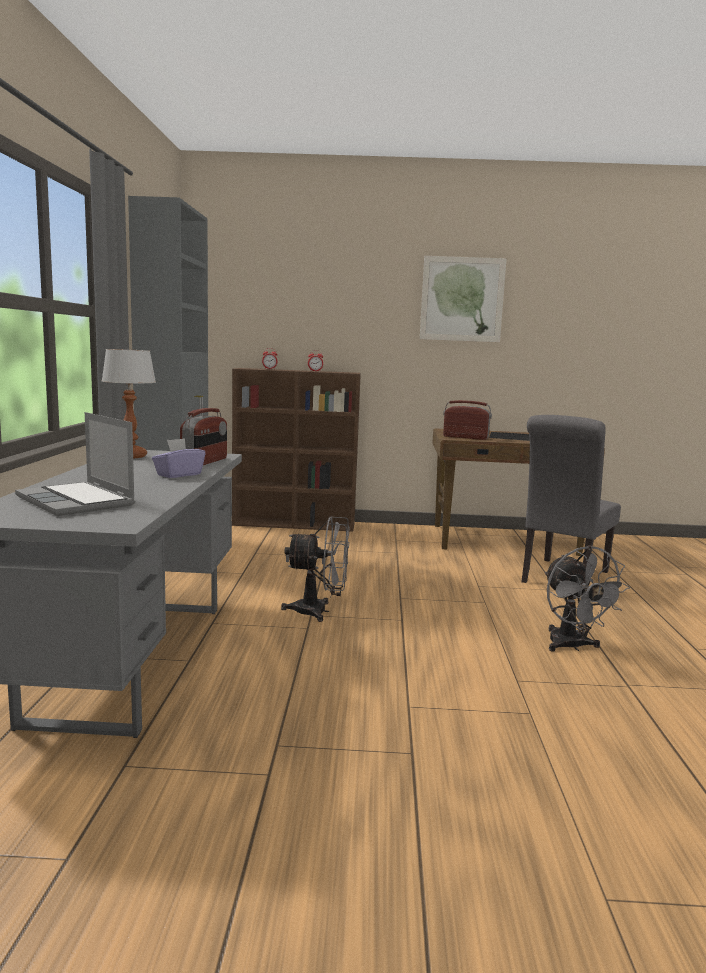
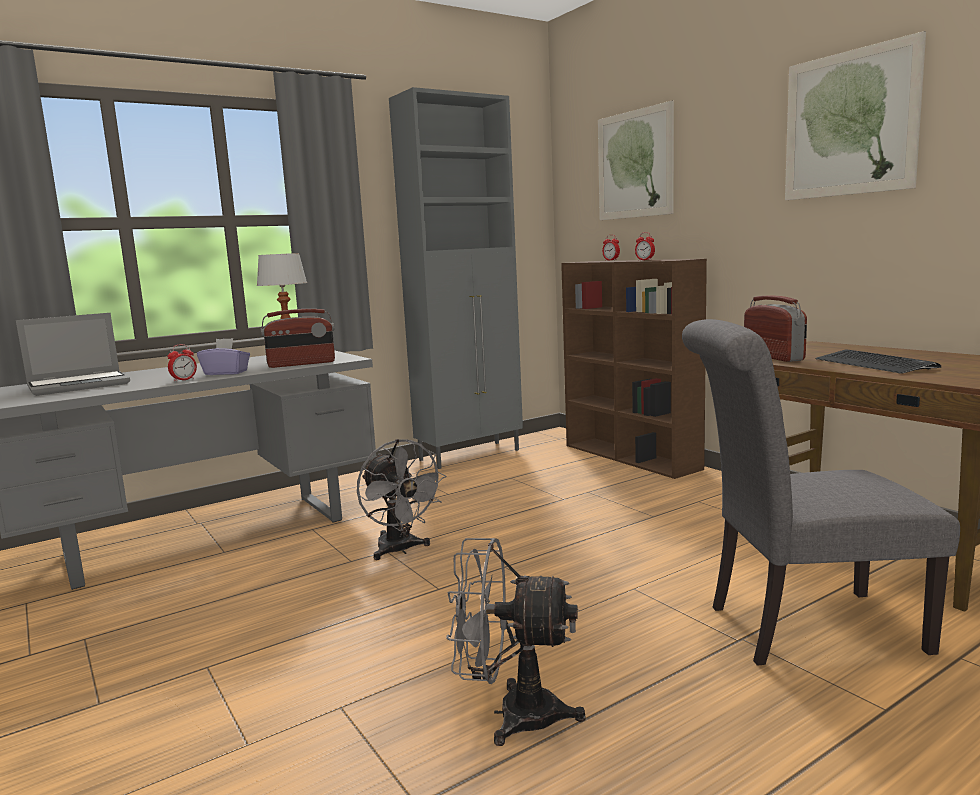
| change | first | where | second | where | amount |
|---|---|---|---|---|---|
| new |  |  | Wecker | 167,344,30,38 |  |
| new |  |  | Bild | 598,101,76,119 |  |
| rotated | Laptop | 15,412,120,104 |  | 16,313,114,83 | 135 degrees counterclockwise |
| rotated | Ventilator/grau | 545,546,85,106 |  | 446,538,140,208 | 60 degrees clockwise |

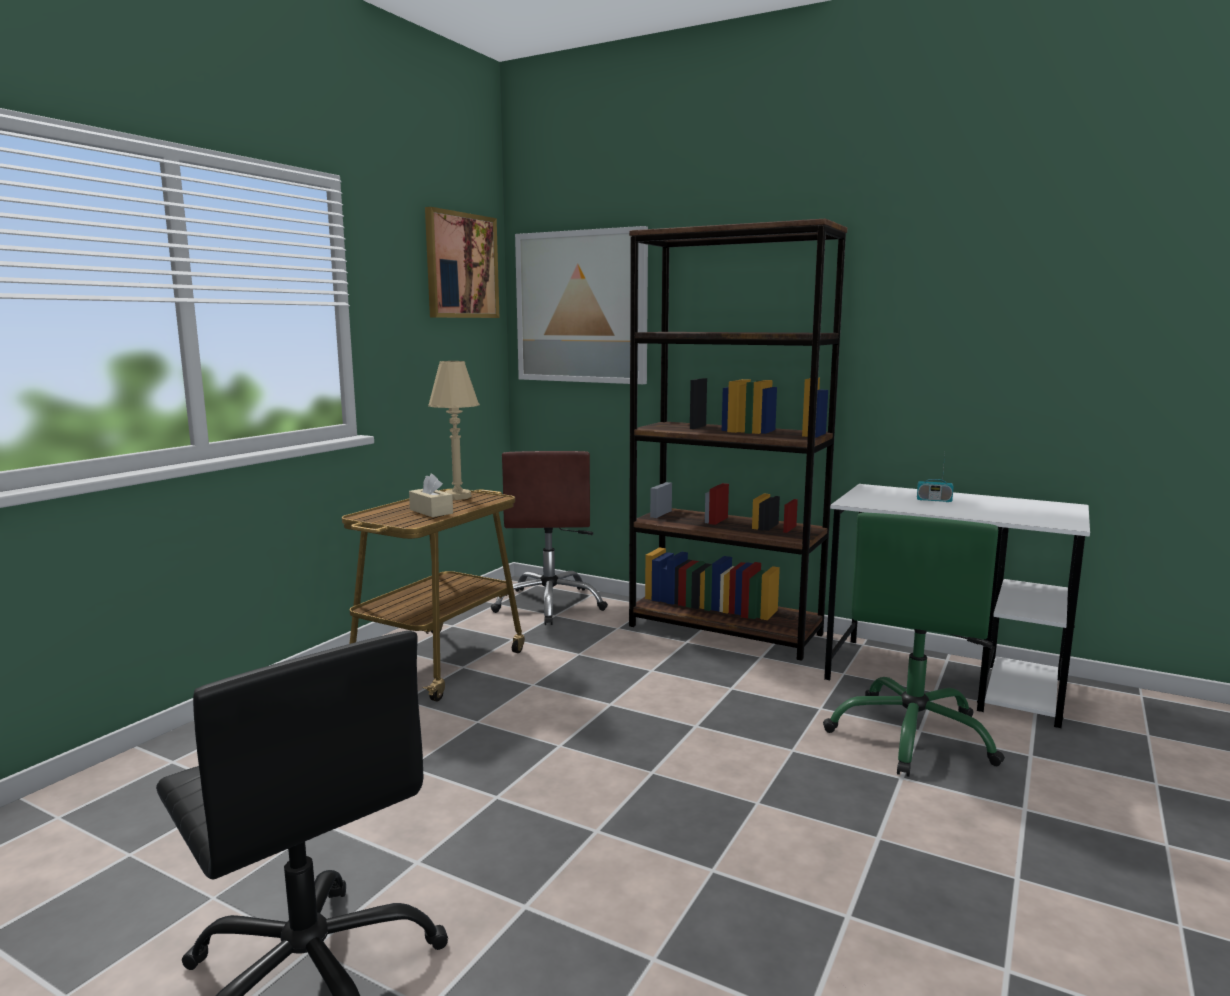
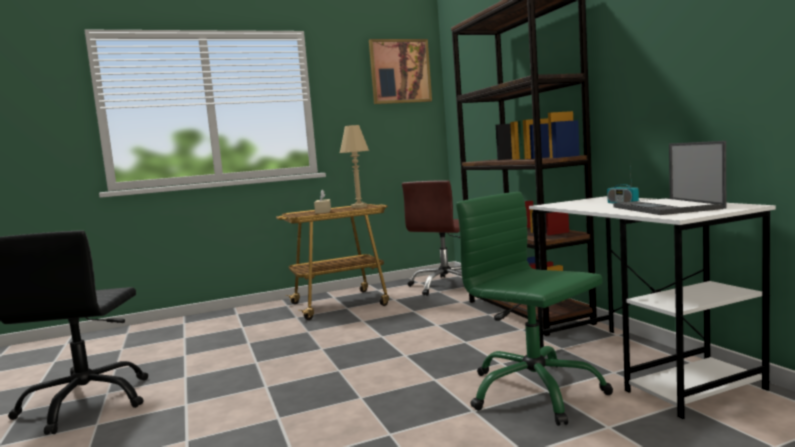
| change | first | where | second | where | amount |
|---|---|---|---|---|---|
| gone | Bild | 515,226,133,158 |  |  |  |
| new |  |  | Laptop | 613,141,113,74 |  |
| rotated | Bürostuhl/grün | 823,513,182,264 |  | 456,192,157,234 | 75 degrees clockwise |

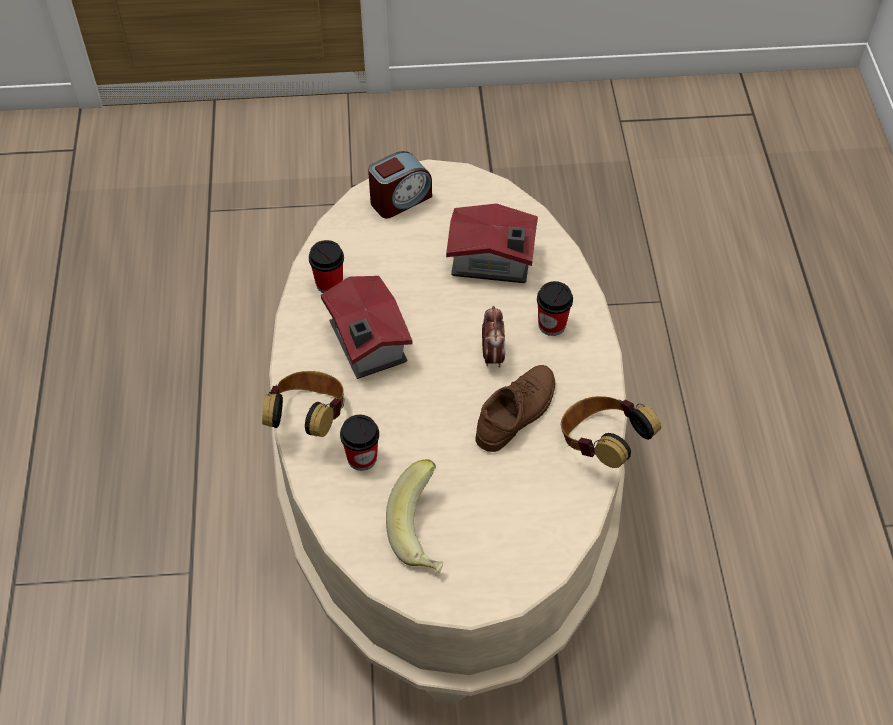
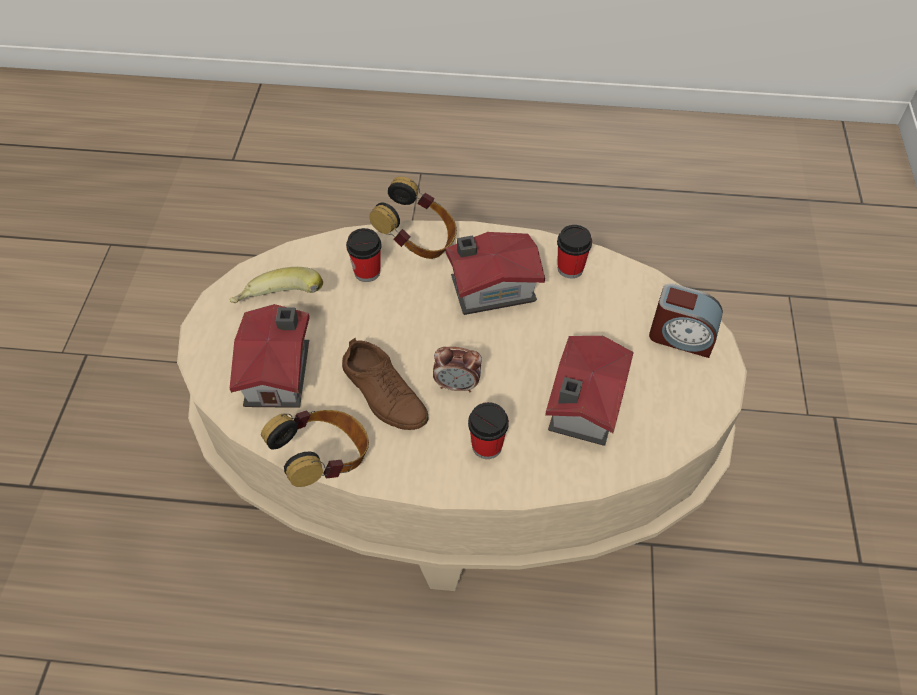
| change | first | where | second | where | amount |
|---|---|---|---|---|---|
| new |  |  | Spielzeughaus | 230,304,80,104 |  |
| rotated | Wecker | 368,151,64,67 |  | 649,283,74,75 | 45 degrees counterclockwise |

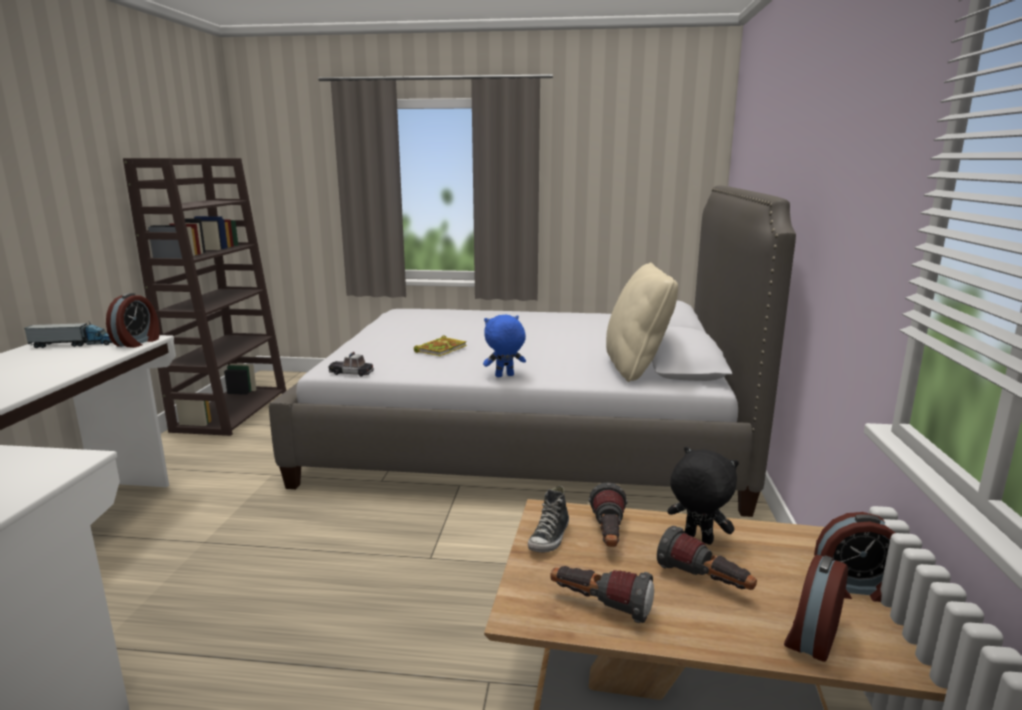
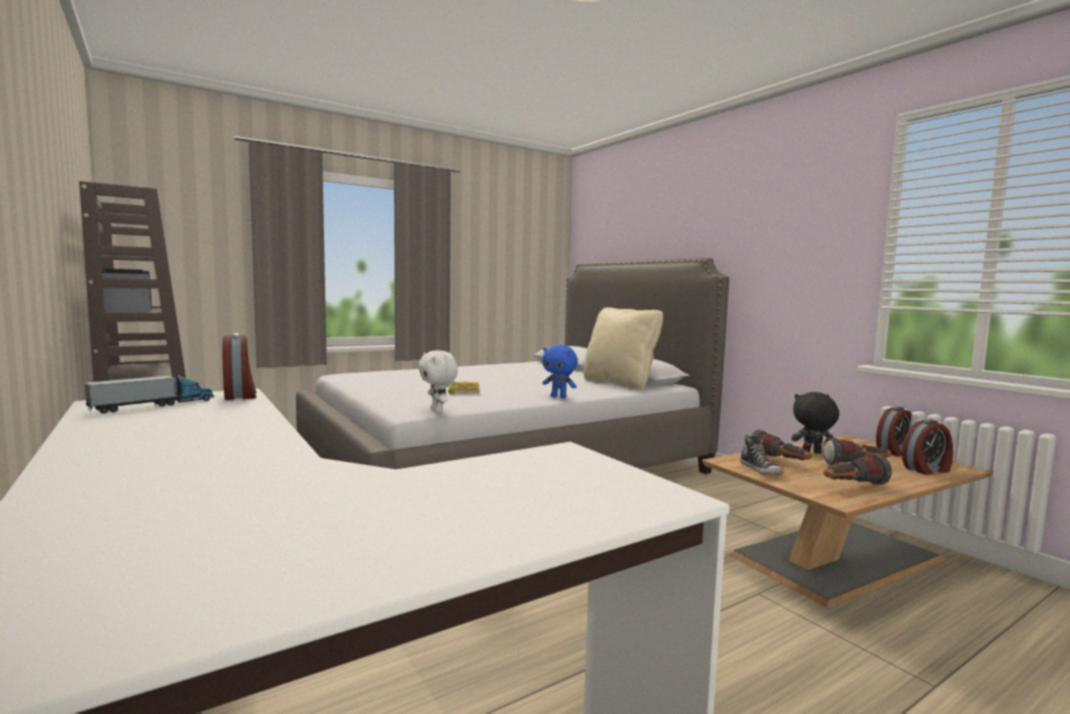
| change | first | where | second | where | amount |
|---|---|---|---|---|---|
| swapped | Spielzeugauto | 329,352,45,25 | Plüschtier/weiß | 418,350,40,63 |  |
| rotated | Plüschtier/blau | 483,314,43,63 |  | 542,345,36,53 | 90 degrees counterclockwise |
| rotated | Wecker | 784,555,64,107 |  | 902,420,51,55 | 105 degrees counterclockwise |

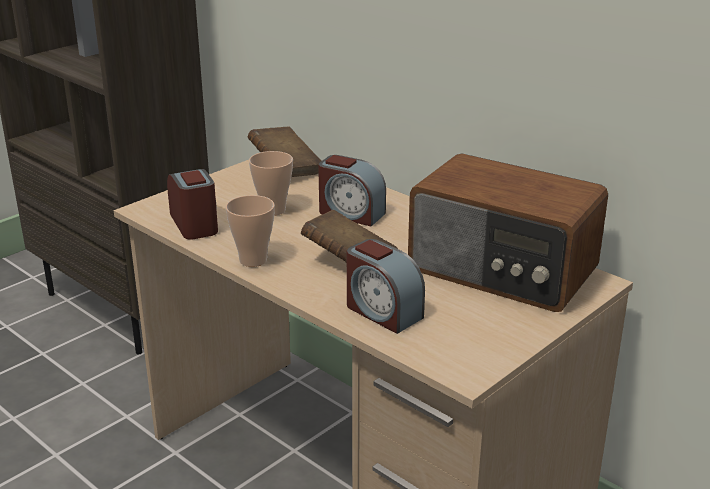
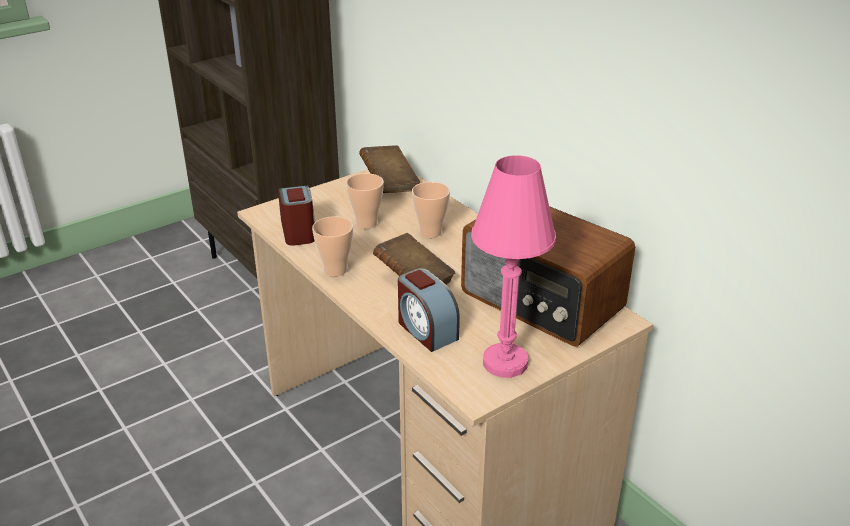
| change | first | where | second | where | amount |
|---|---|---|---|---|---|
| new |  |  | Tischlampe/rosa | 471,155,85,223 |  |
| swapped | Wecker | 318,155,68,71 | Tasse | 412,182,38,56 |  |

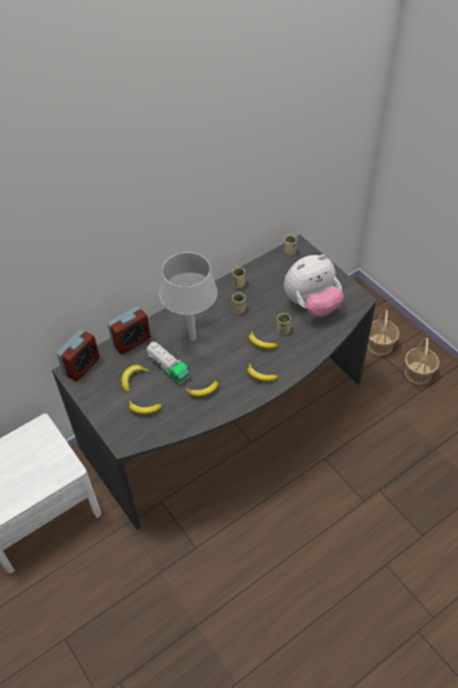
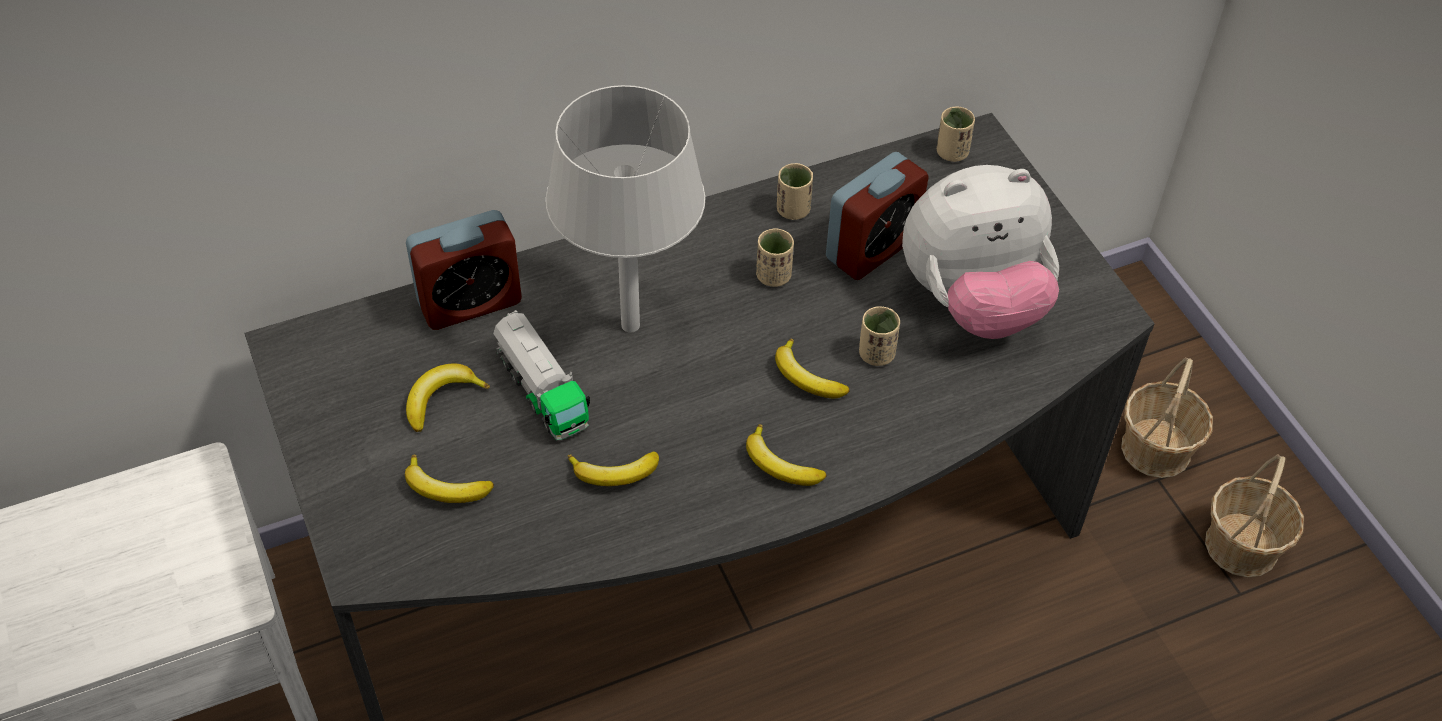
| change | first | where | second | where | amount |
|---|---|---|---|---|---|
| shifted | Wecker | 57,329,43,53 |  | 826,152,103,128 |  |

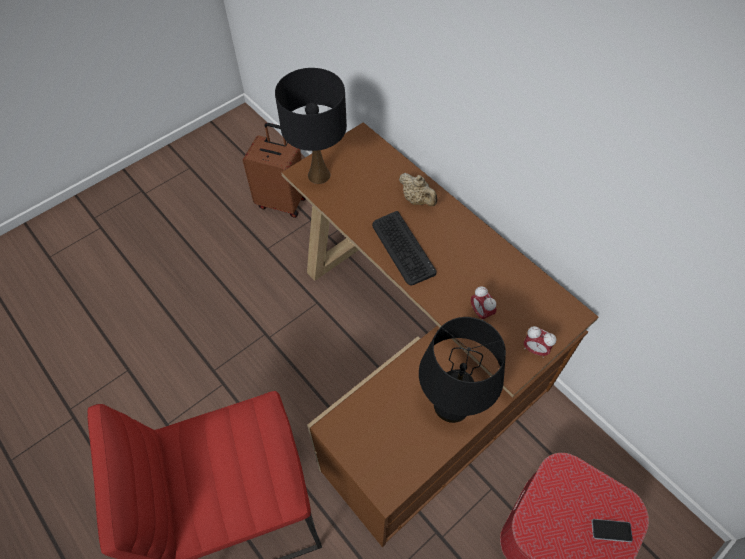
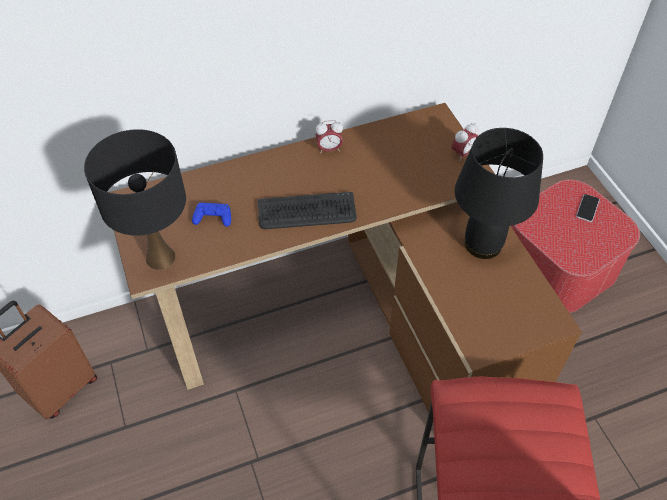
| change | first | where | second | where | amount |
|---|---|---|---|---|---|
| gone | Teekanne/beige | 399,173,38,33 |  |  |  |
| new |  |  | Gamepad/blau | 192,203,39,24 |  |
| shifted | Wecker | 471,286,25,34 |  | 315,120,28,34 |  |

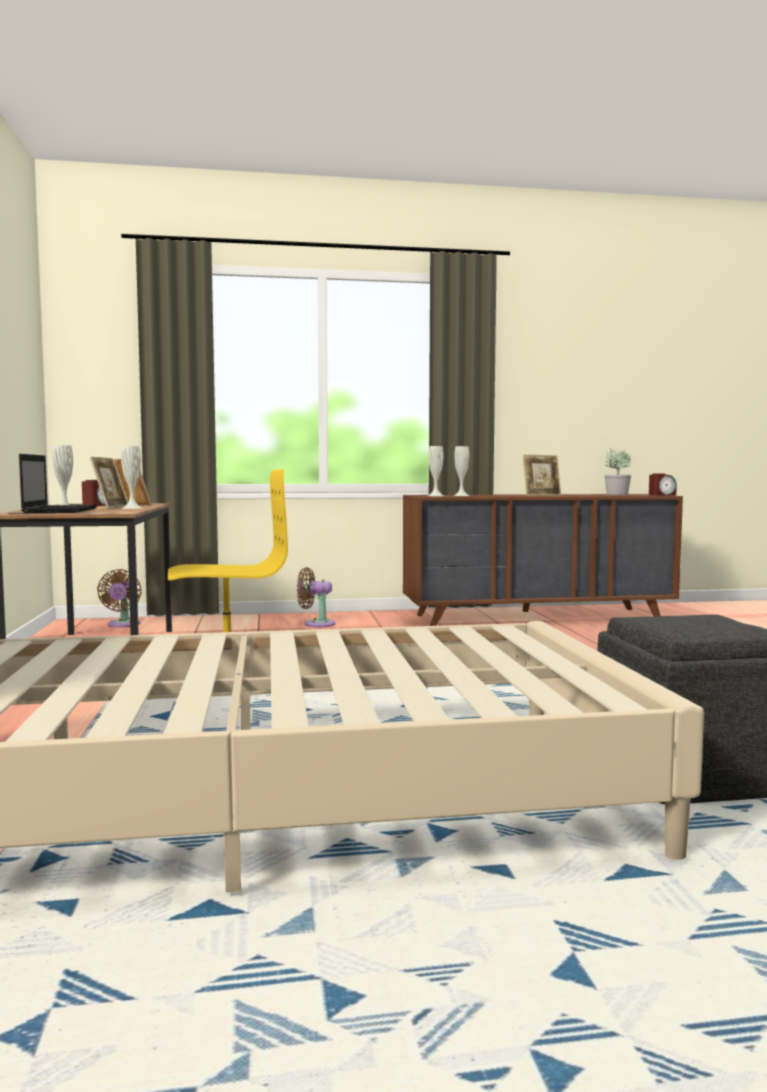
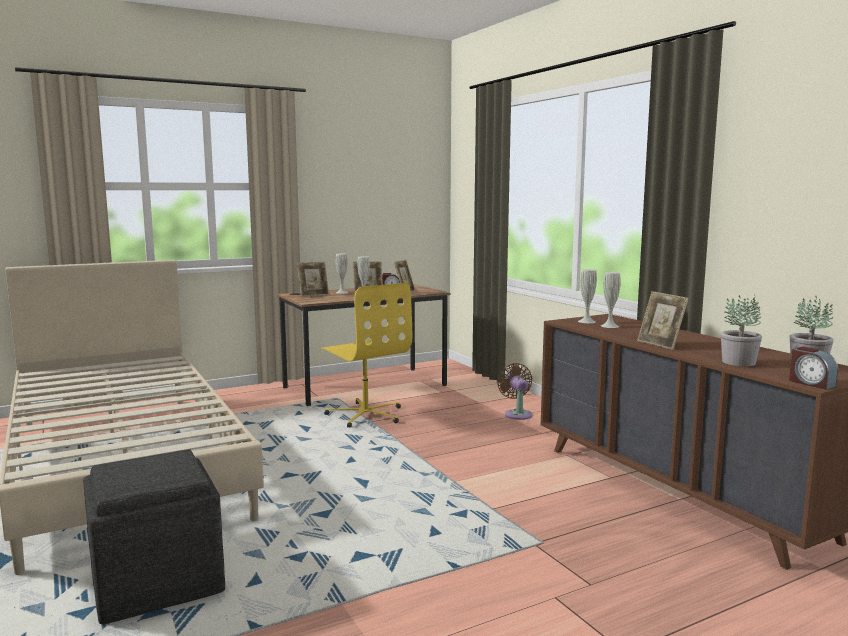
| change | first | where | second | where | amount |
|---|---|---|---|---|---|
| gone | Ventilator/braun | 97,569,45,58 |  |  |  |
| new |  |  | Topfpflanze | 721,294,41,72 |  |
| swapped | Laptop | 19,454,78,60 | Bilderrahmen | 297,262,32,35 |  |

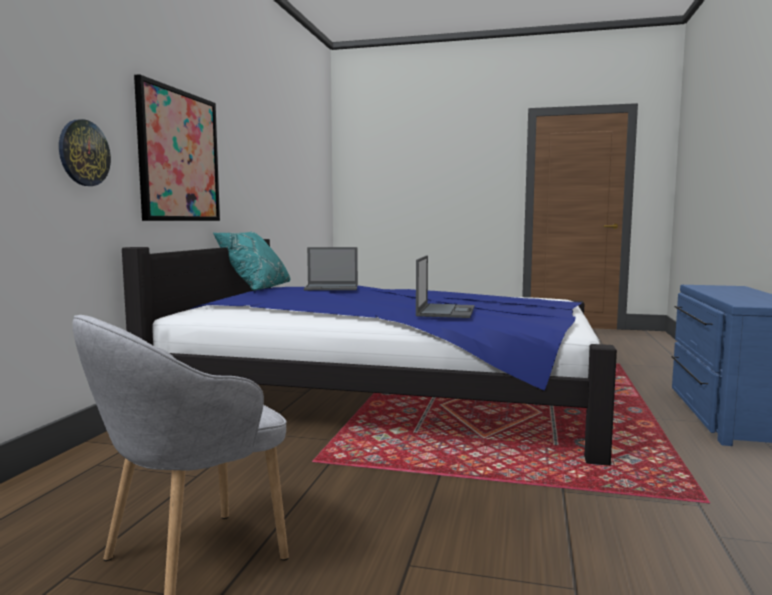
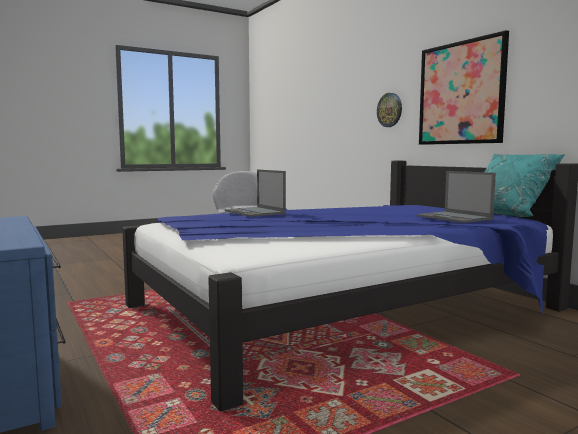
| change | first | where | second | where | amount |
|---|---|---|---|---|---|
| rotated | Laptop | 304,247,54,43 |  | 417,171,79,52 | 75 degrees counterclockwise |

